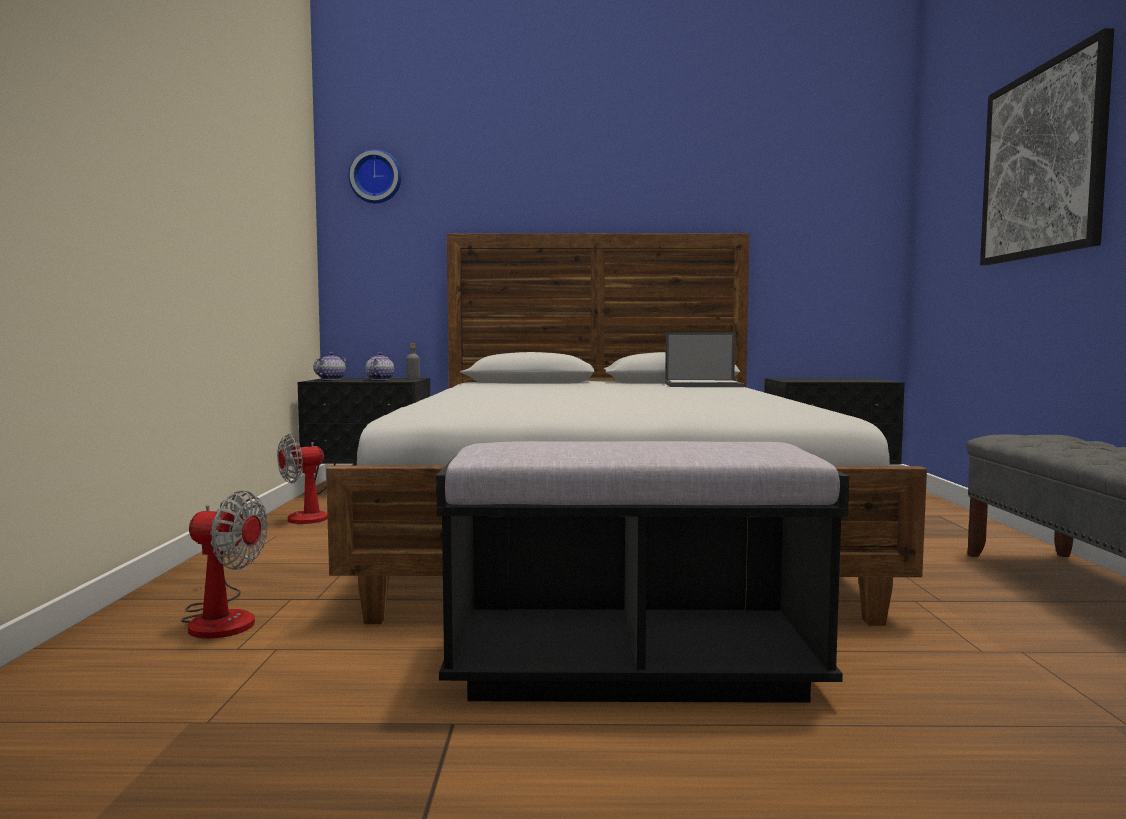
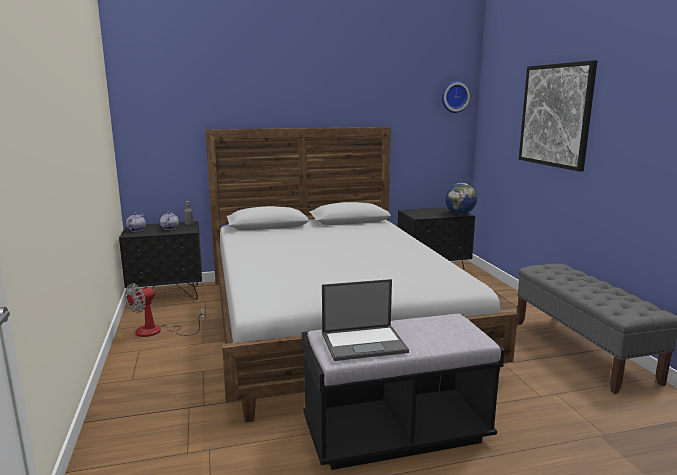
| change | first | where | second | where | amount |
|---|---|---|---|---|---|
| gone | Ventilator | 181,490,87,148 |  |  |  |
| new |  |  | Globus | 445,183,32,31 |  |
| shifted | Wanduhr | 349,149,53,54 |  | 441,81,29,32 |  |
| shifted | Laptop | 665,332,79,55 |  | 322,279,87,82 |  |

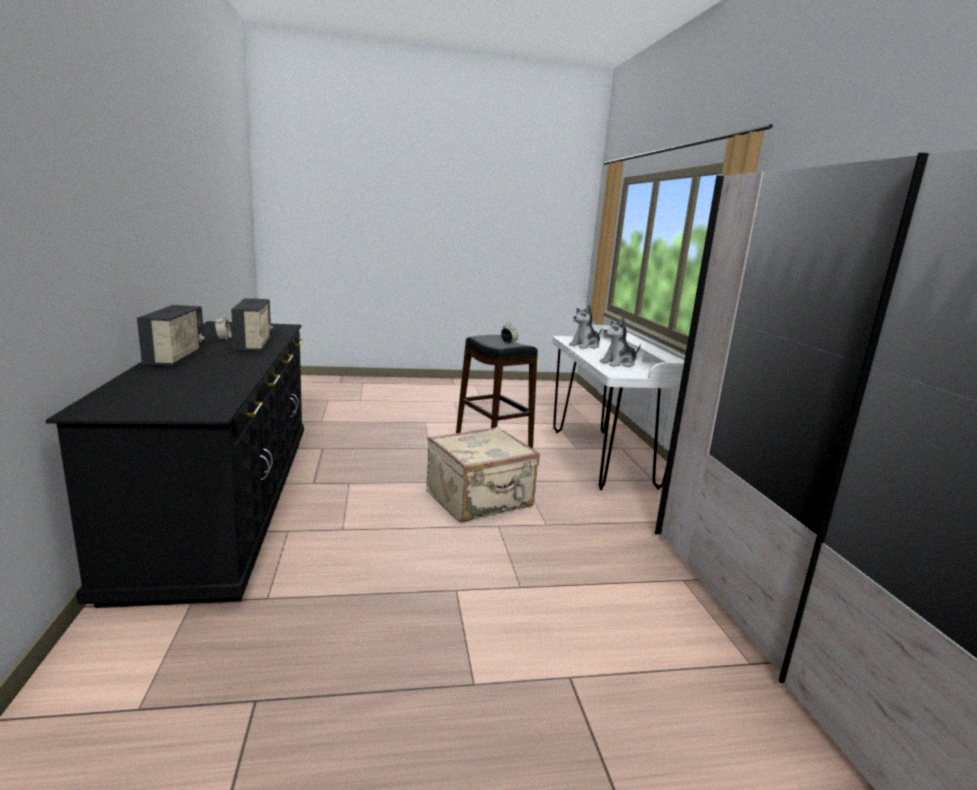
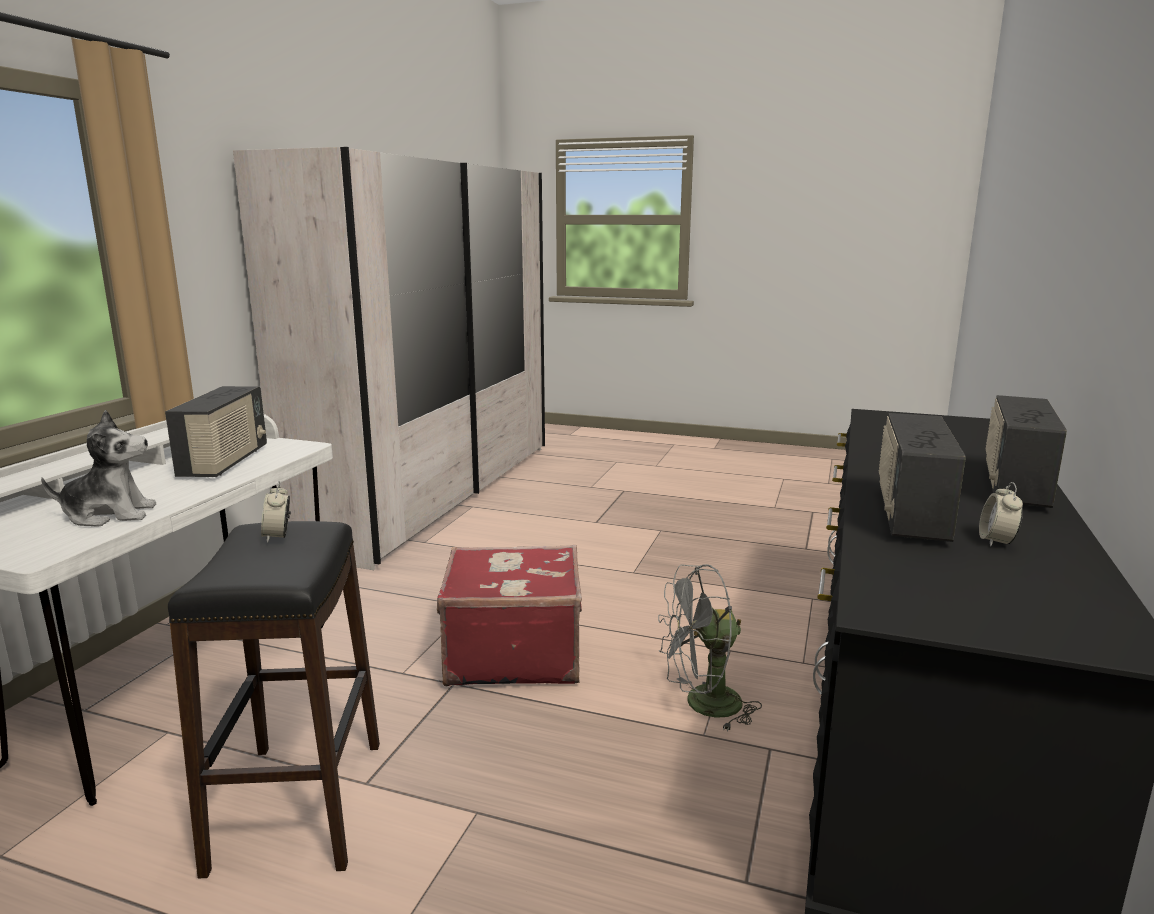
| change | first | where | second | where | amount |
|---|---|---|---|---|---|
| new |  |  | Ventilator/grau | 658,564,104,168 |  |
| swapped | Plüschtier | 600,317,41,50 | Radio | 165,386,102,91 |  |
| repainted | Koffer/beige | 427,426,113,96 | Koffer/rot | 437,545,145,141 |  |

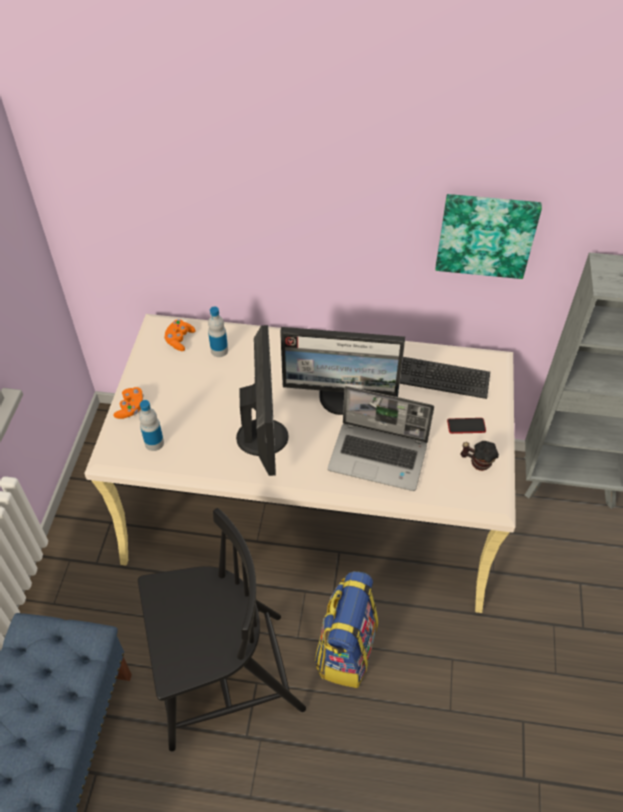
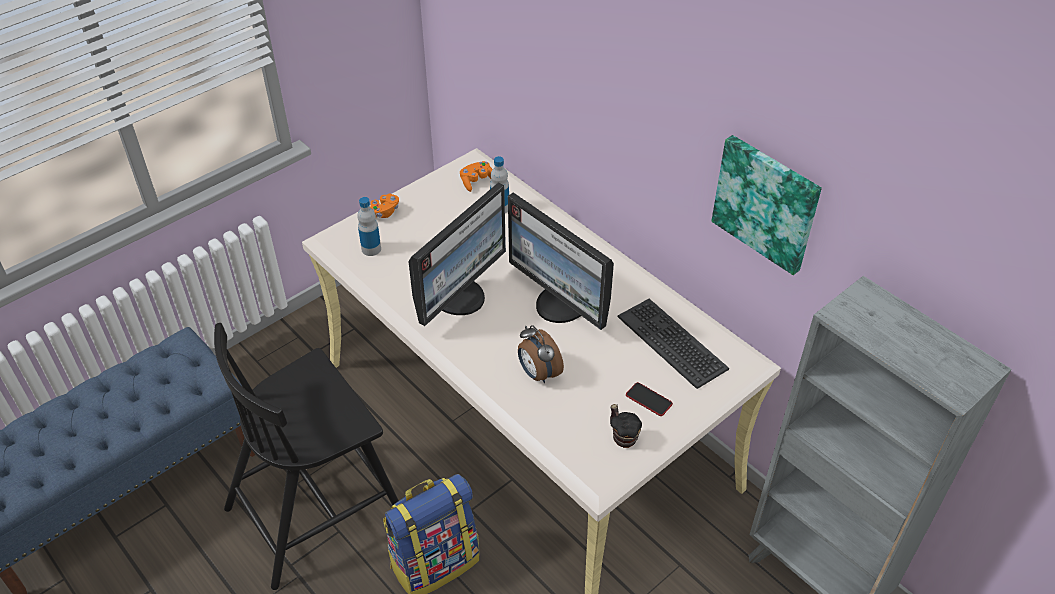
| change | first | where | second | where | amount |
|---|---|---|---|---|---|
| swapped | Laptop | 328,386,106,105 | Wecker | 518,325,46,58 |  |
| rotated | Stuhl/schwarz | 138,508,168,243 |  | 214,323,185,267 | 120 degrees clockwise |

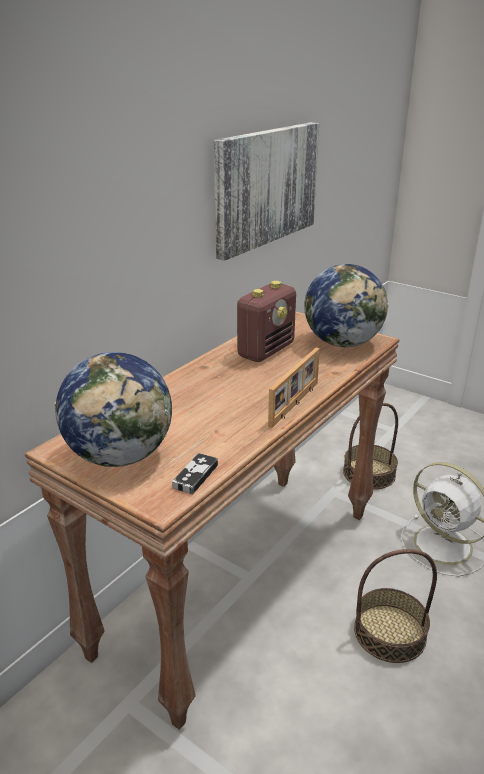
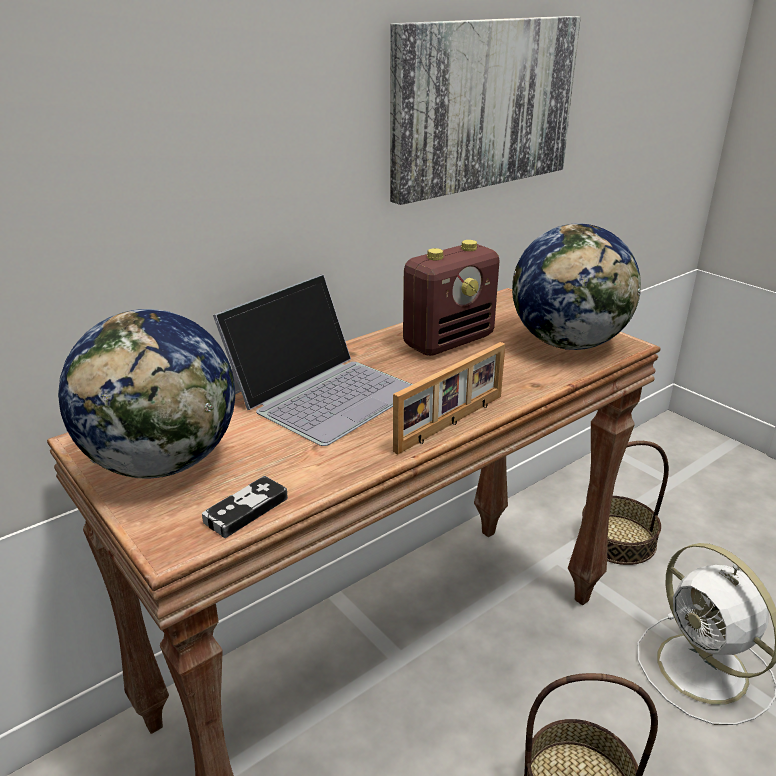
| change | first | where | second | where | amount |
|---|---|---|---|---|---|
| new |  |  | Laptop | 213,274,200,172 |  |

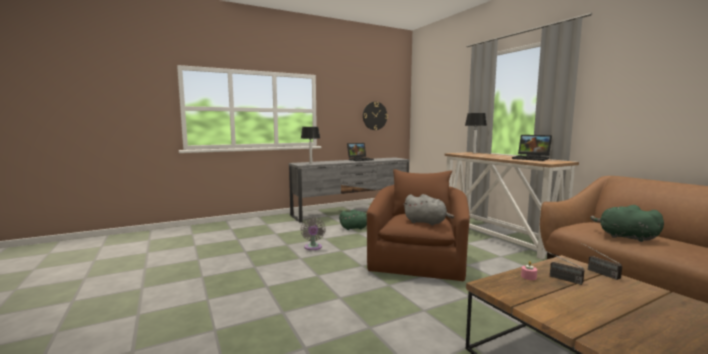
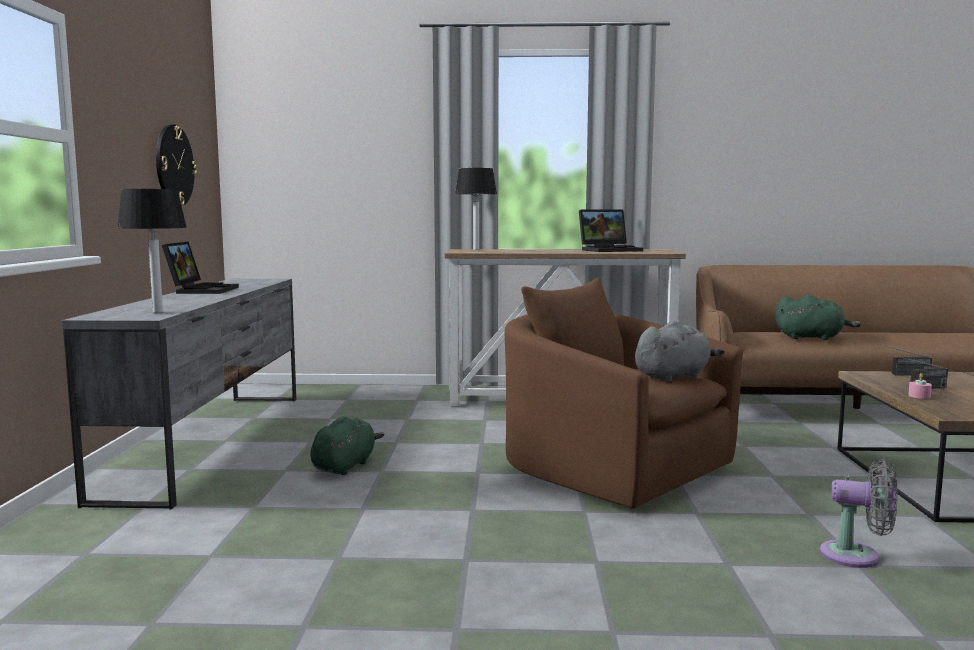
| change | first | where | second | where | amount |
|---|---|---|---|---|---|
| shifted | Ventilator/grau | 301,217,24,33 |  | 820,459,78,109 |  |
| rotated | Plüschtier/grün | 590,205,74,37 |  | 775,294,86,46 | 150 degrees counterclockwise |

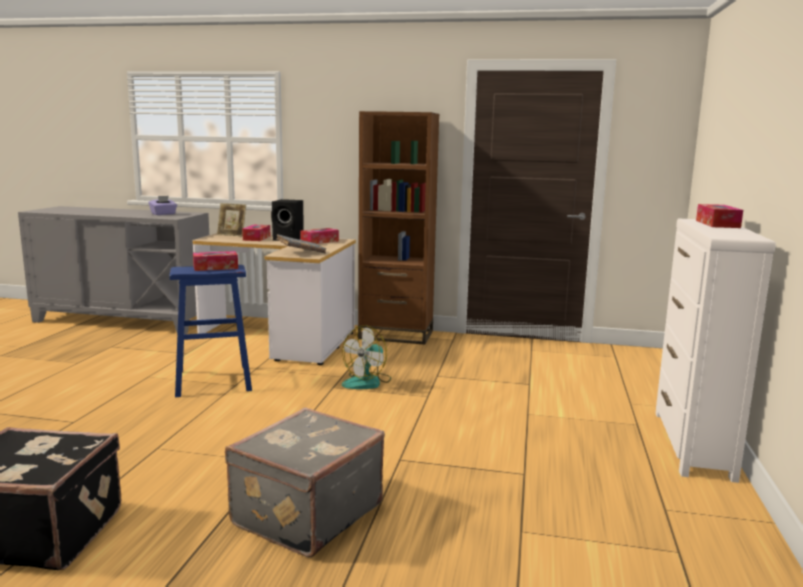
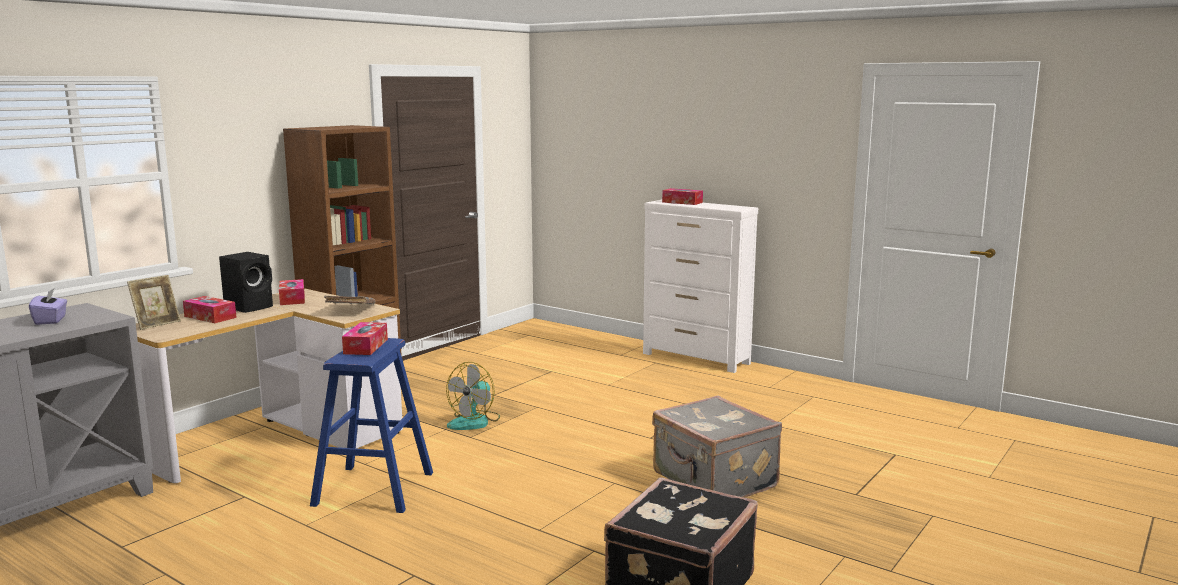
| change | first | where | second | where | amount |
|---|---|---|---|---|---|
| rotated | Ventilator | 342,325,49,64 |  | 446,362,54,68 | 60 degrees clockwise |

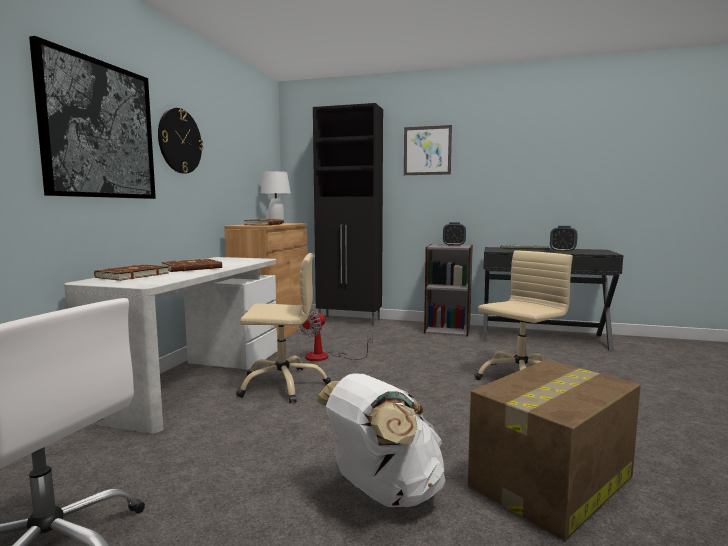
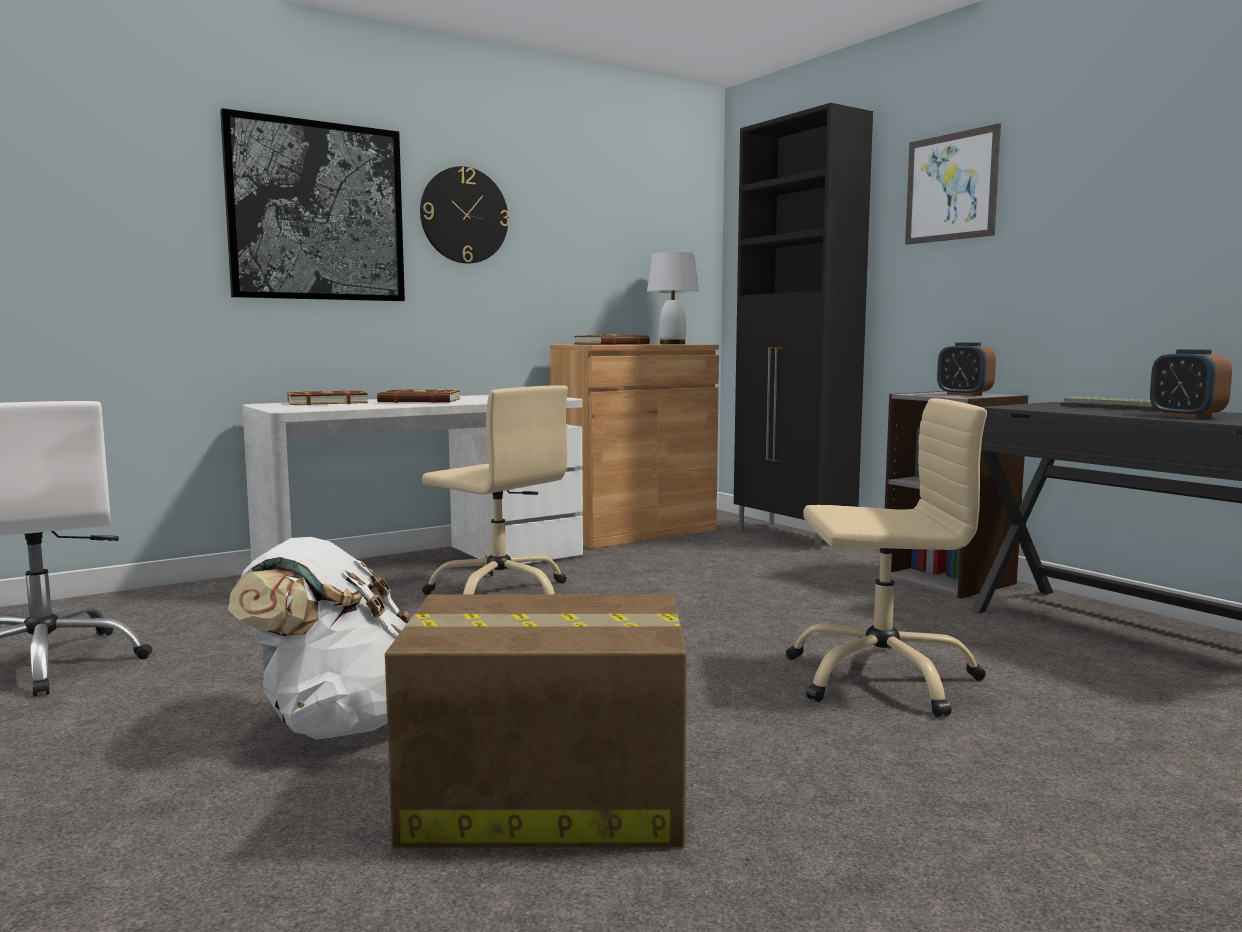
| change | first | where | second | where | amount |
|---|---|---|---|---|---|
| gone | Ventilator | 299,309,74,52 |  |  |  |

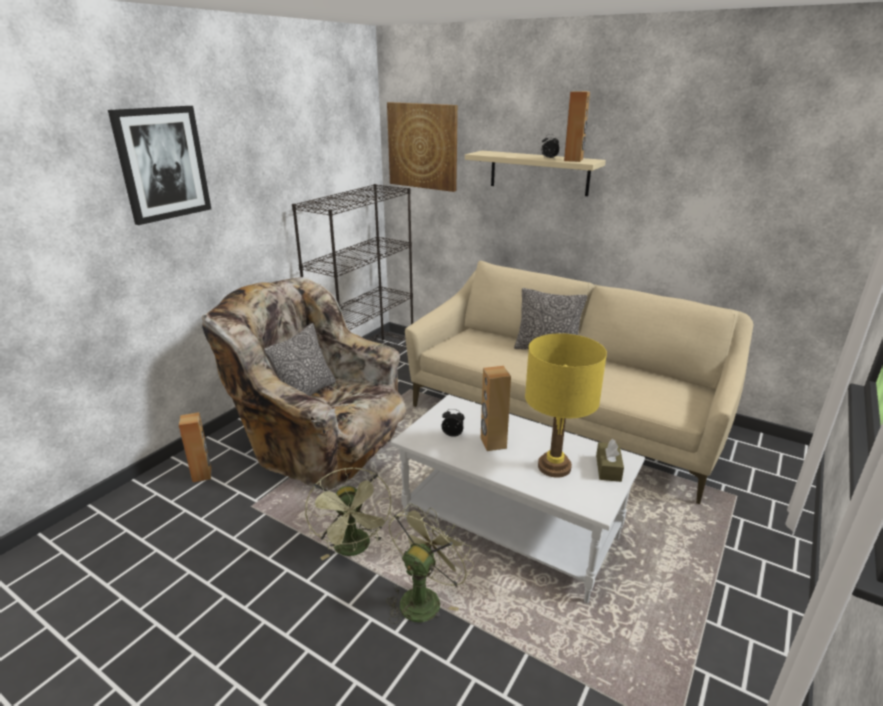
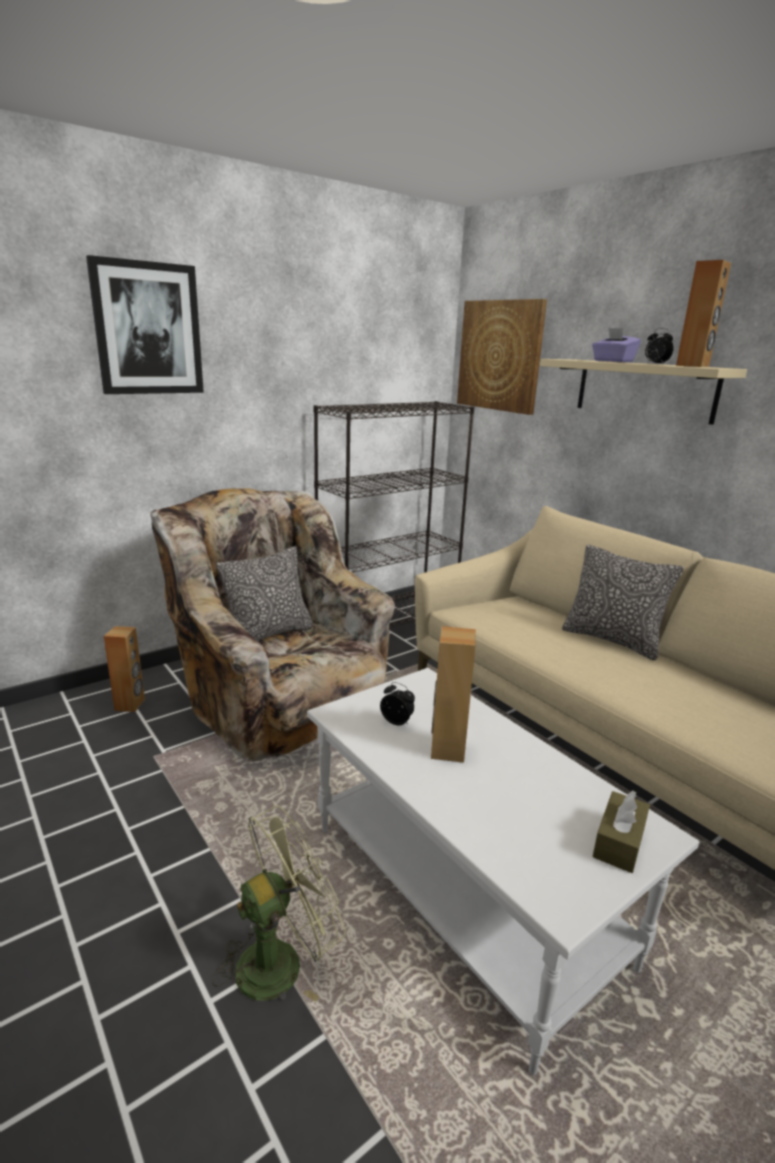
| change | first | where | second | where | amount |
|---|---|---|---|---|---|
| gone | Ventilator/grün | 305,468,87,92 |  |  |  |
| gone | Tischlampe/gelb | 525,333,82,145 |  |  |  |
| new |  |  | Taschentuchbox/lila | 592,328,49,34 |  |

